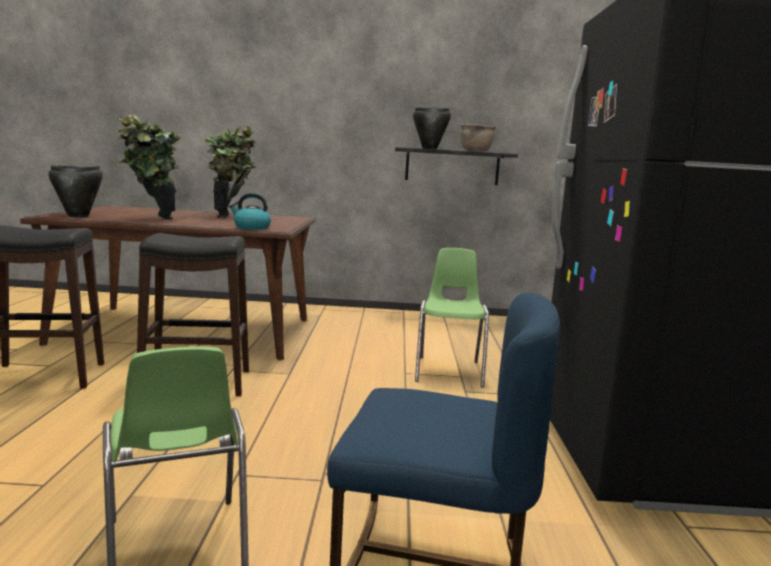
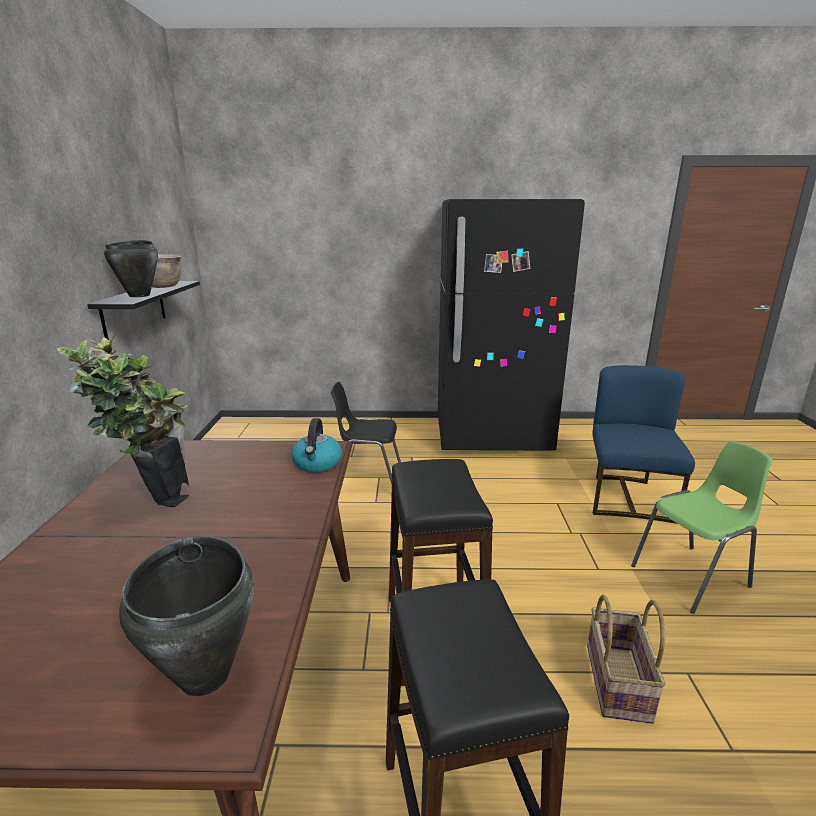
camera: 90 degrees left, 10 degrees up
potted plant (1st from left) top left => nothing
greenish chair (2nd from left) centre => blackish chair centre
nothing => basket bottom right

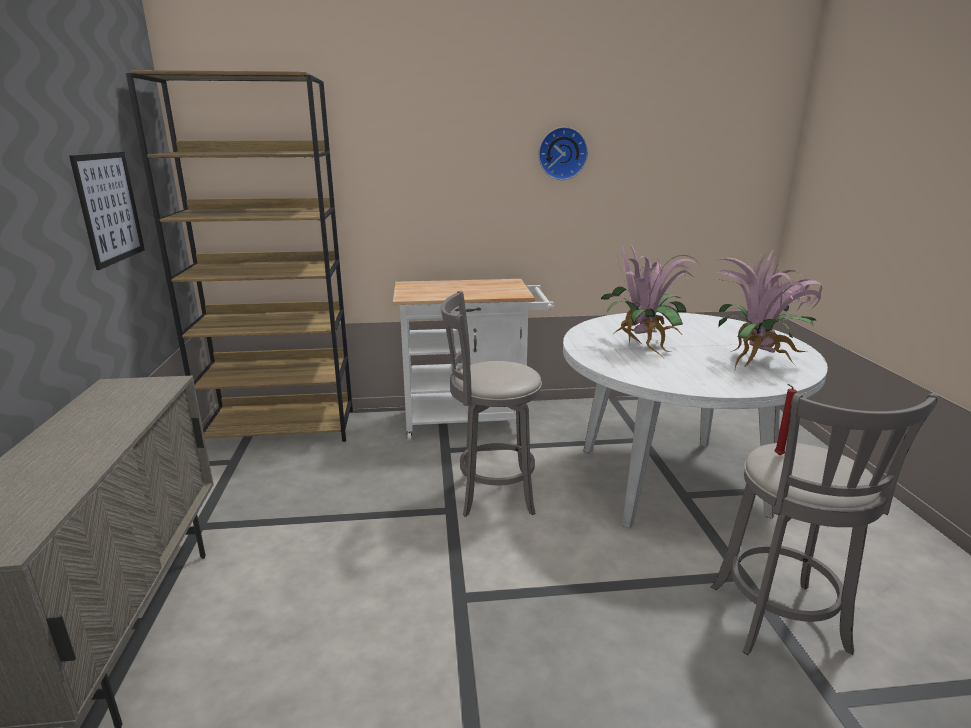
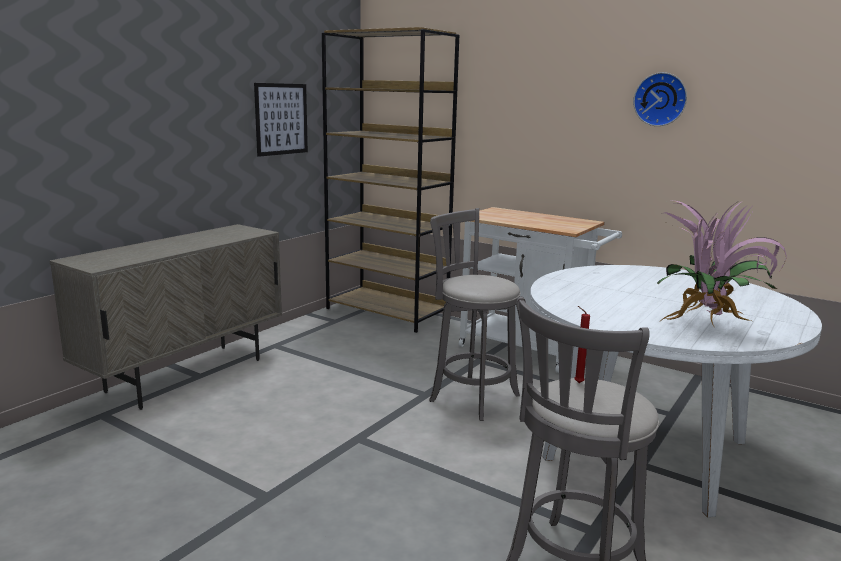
camera: 40 degrees right, 5 degrees down
potted plant (1st from left) middle right => nothing

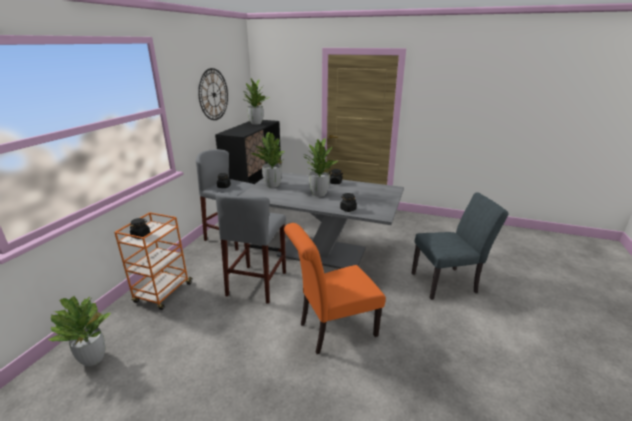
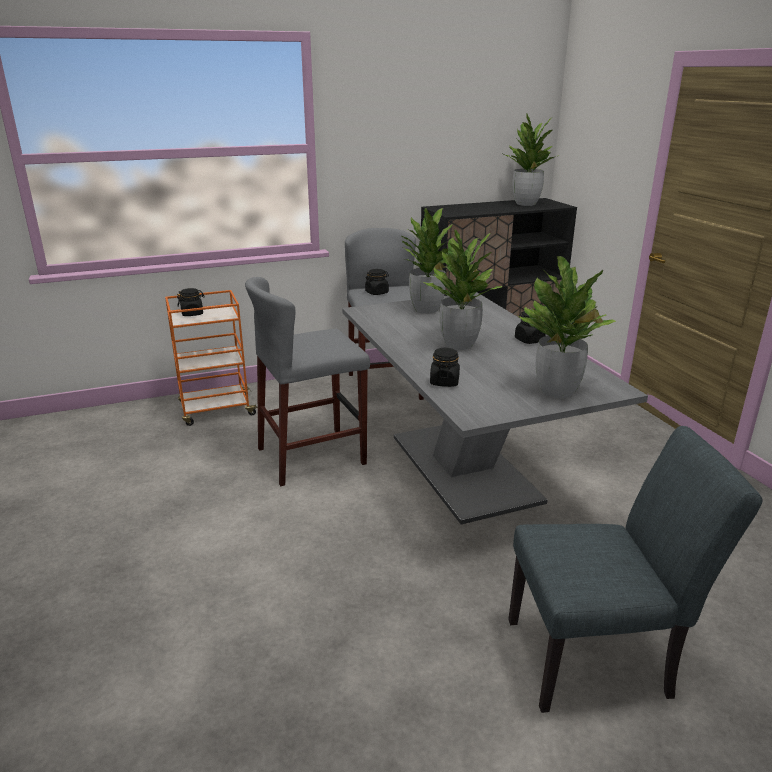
camera: 50 degrees right, 0 degrees up
potted plant (1st from left in the first image) bottom left => potted plant (4th from left) middle right, move
hanging clock top centre => nothing
orange-coloured chair bottom centre => nothing
grey chair middle right => grey chair bottom right, 45 degrees counterclockwise

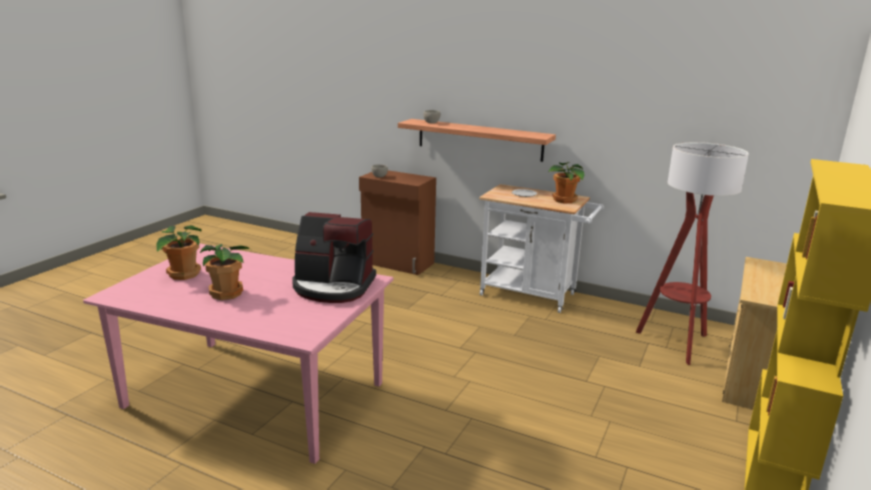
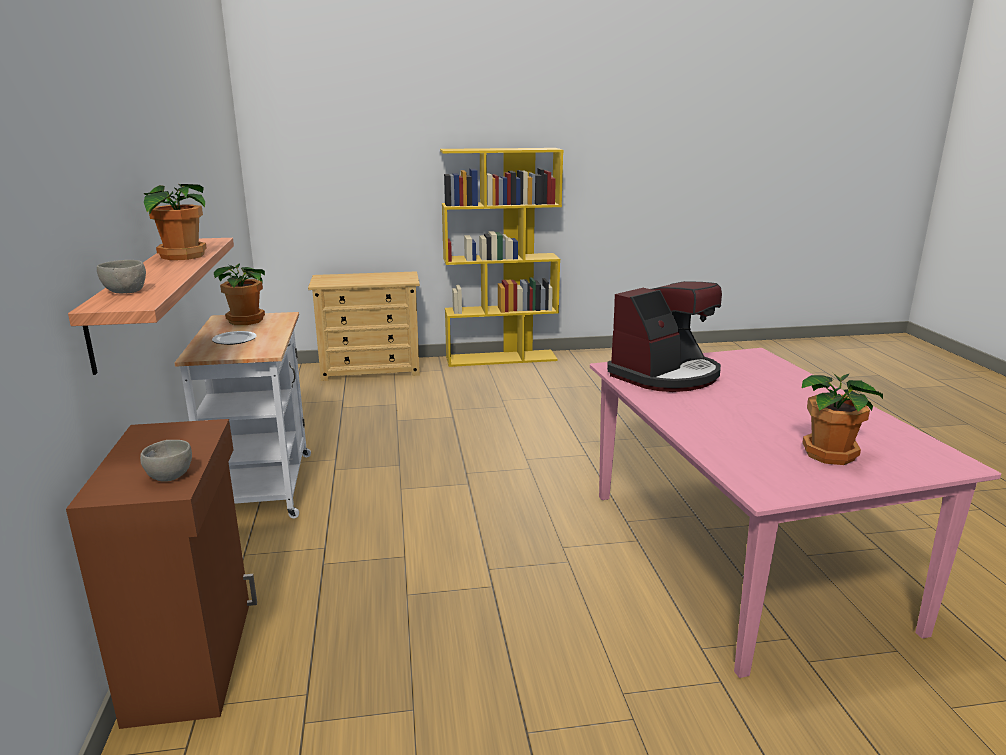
camera: 125 degrees left, 0 degrees up
potted plant (2nd from left in the first image) middle left => potted plant (1st from left) top left, move
coffee maker centre, 75 degrees clockwise
floor lamp middle right => nothing

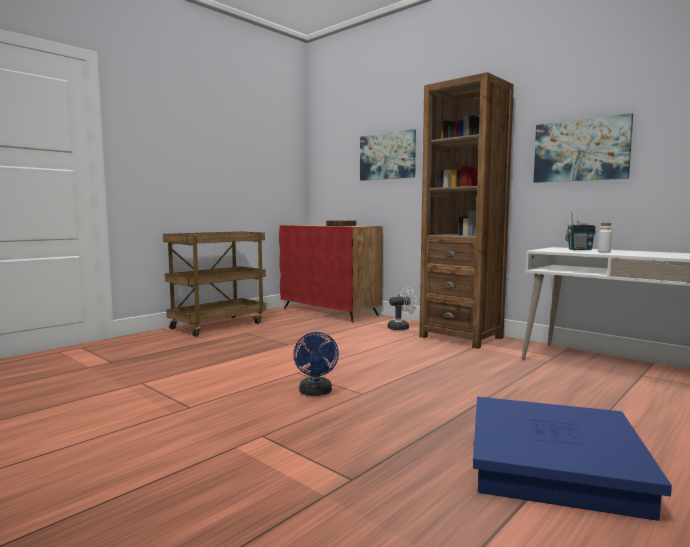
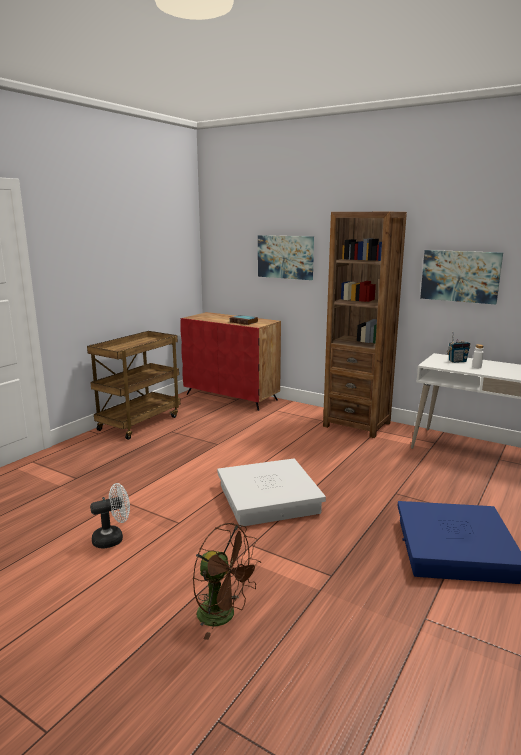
camera: 10 degrees left, 10 degrees up
blue cooling fan centre => white-coloured storage bin centre
white-coloured cooling fan centre => white-coloured cooling fan bottom left, move
nothing => brownish cooling fan bottom centre

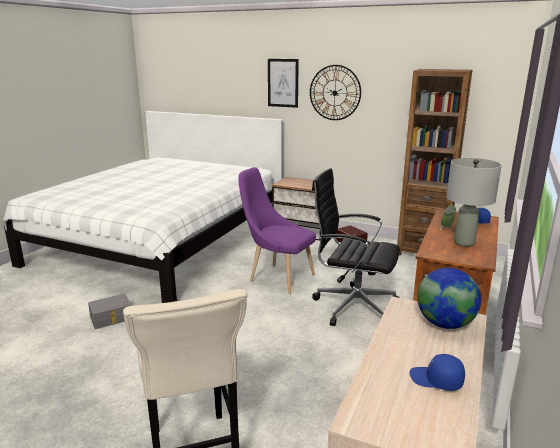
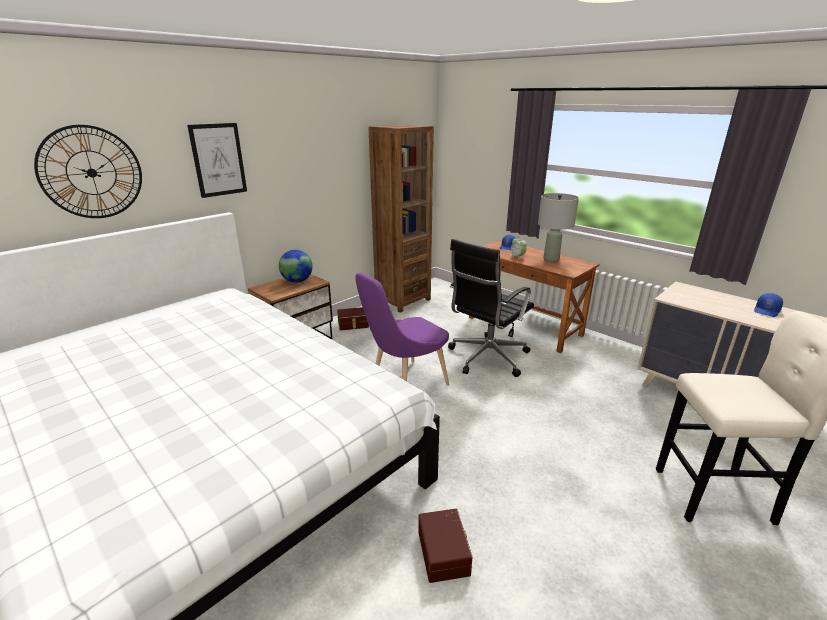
camera: 70 degrees left, 5 degrees up
grey storage bin bottom left => brownish storage bin (2nd from left) bottom centre
hanging clock top centre => hanging clock top left, move
globe middle right => globe centre, move

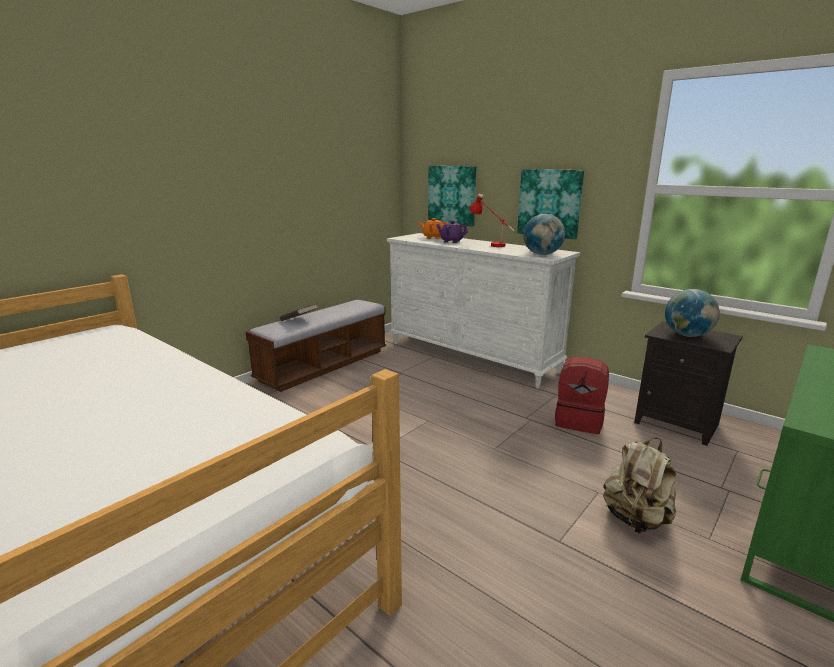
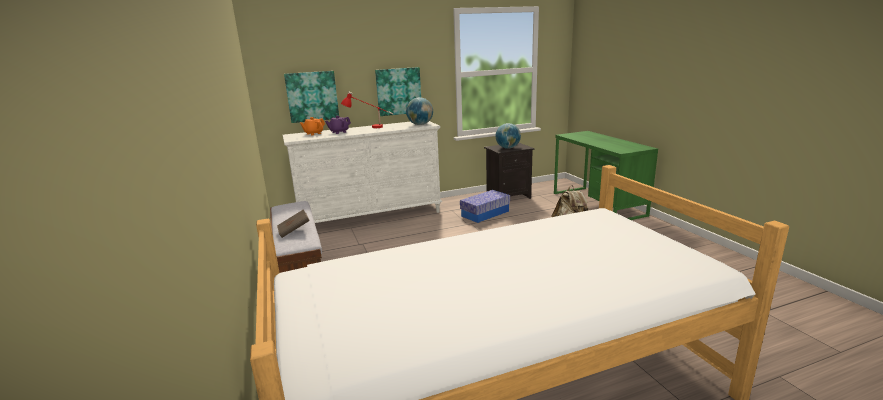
camera: 60 degrees left, 0 degrees up
red knapsack middle right => storage bin centre

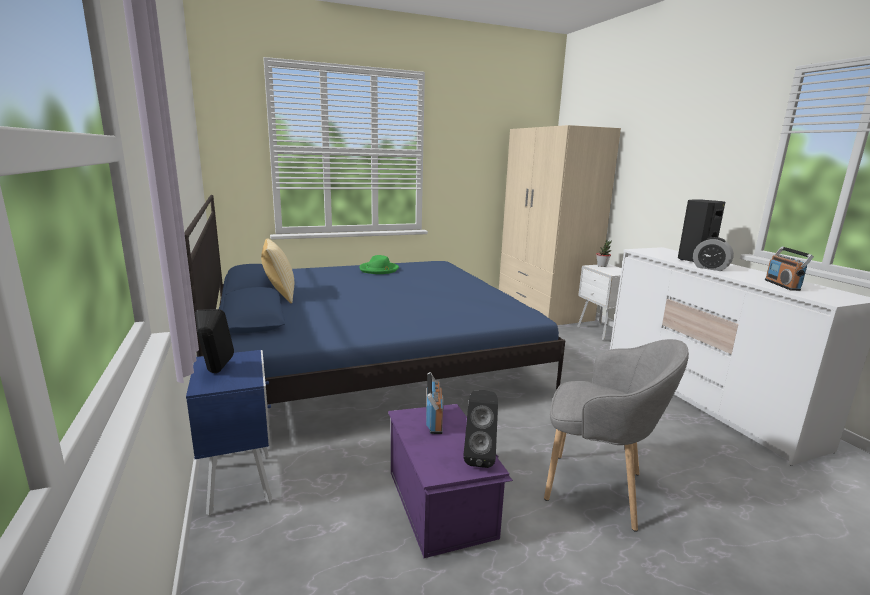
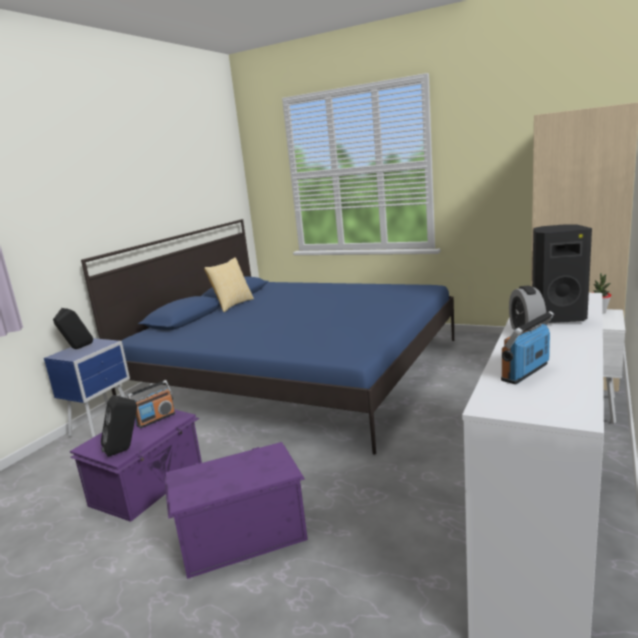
camera: 50 degrees right, 0 degrees up
greenish hat centre => nothing
grey armchair bottom right => purple storage bin (2nd from left) bottom centre

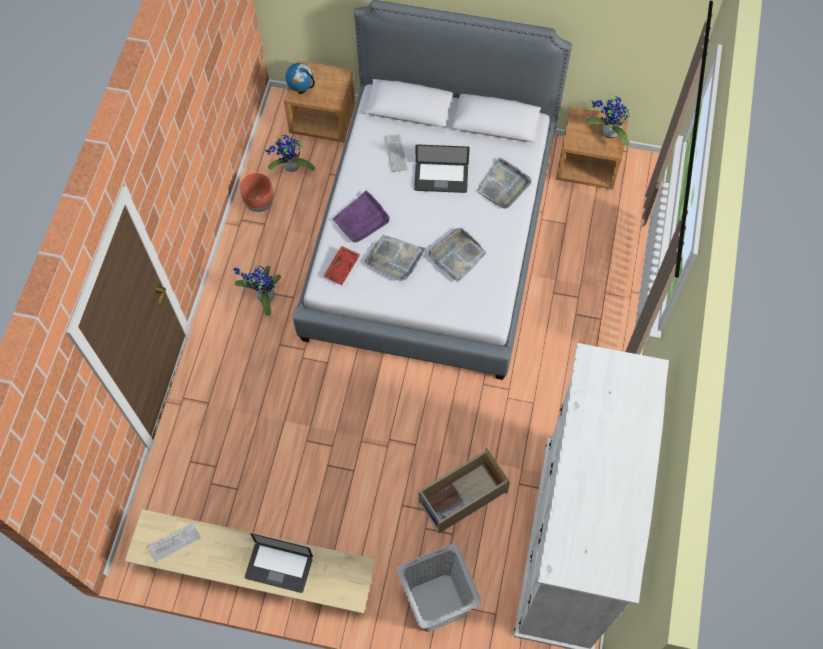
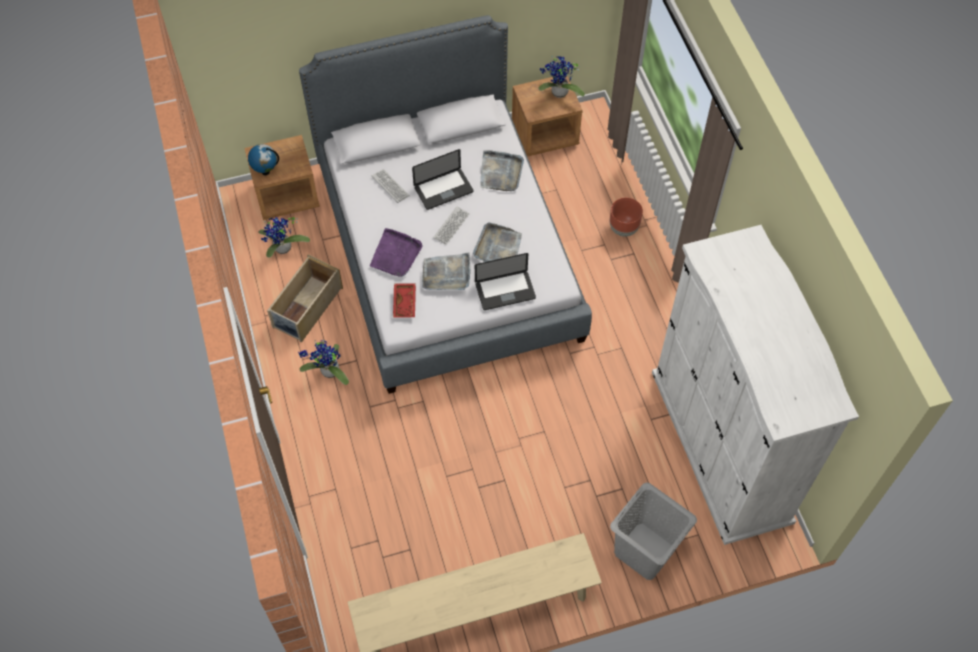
camera: 30 degrees left, 5 degrees down
keyboard (1st from left in the first image) bottom left => keyboard (2nd from left) centre, move
brownish flower pot top left => brownish flower pot top centre, move
portable computer (1st from left in the first image) bottom centre => portable computer (2nd from left) centre, move
beige-coloured storage bin bottom centre => beige-coloured storage bin middle left, move

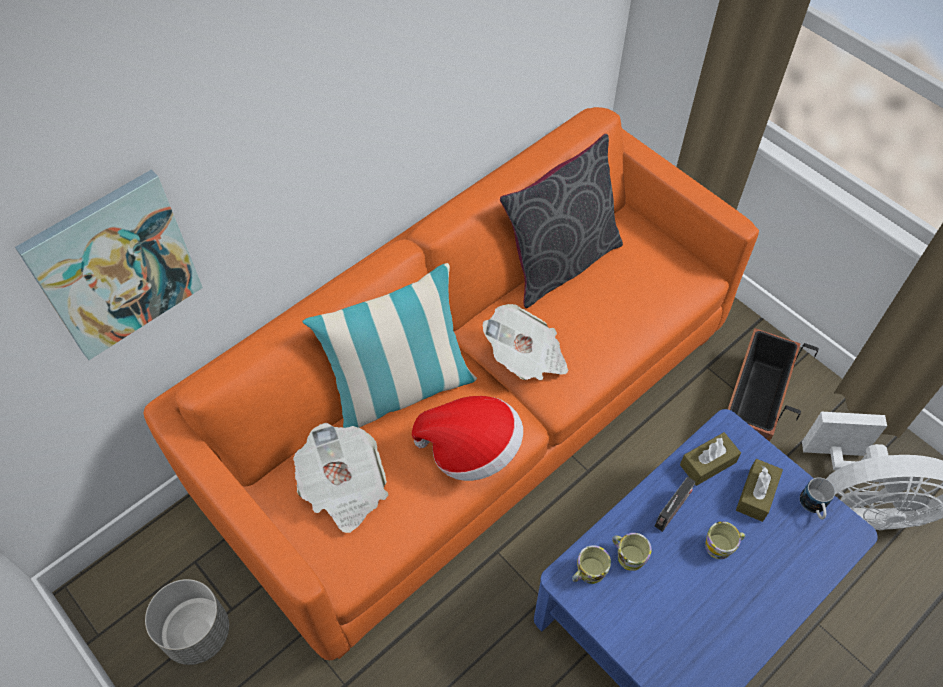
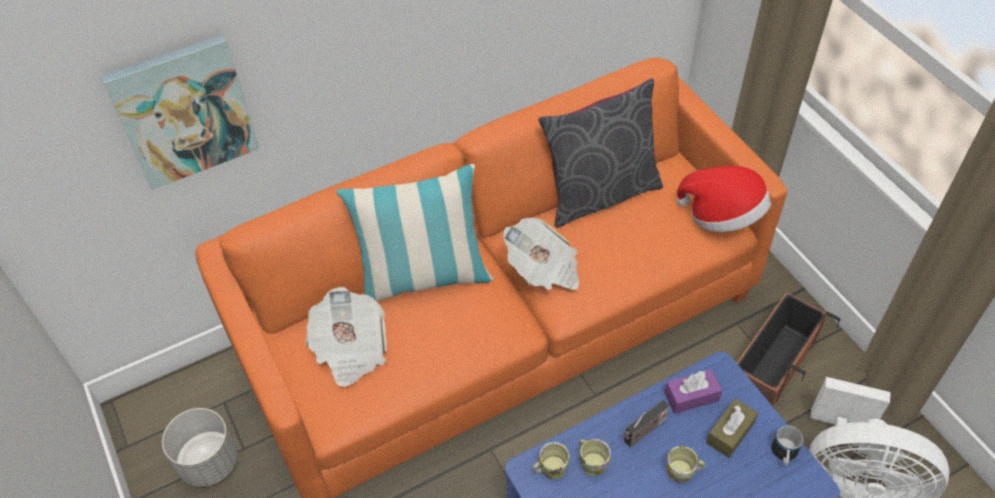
camera: 15 degrees right, 5 degrees down
hat centre => hat middle right, move
brownish tissue holder (1st from left) bottom right => purple tissue holder bottom right

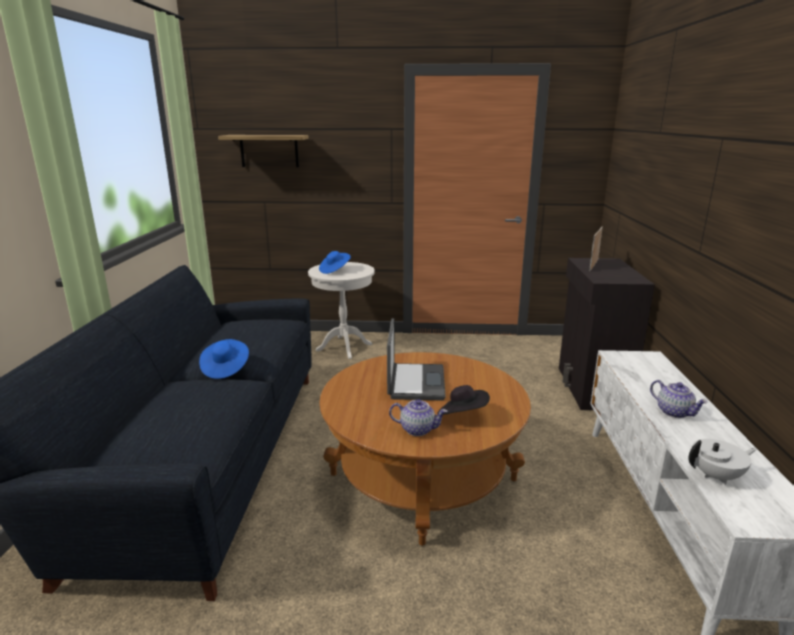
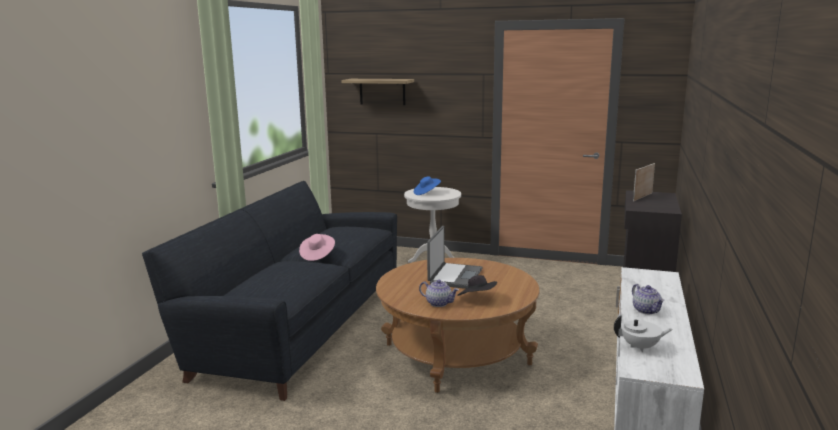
camera: 15 degrees right, 5 degrees down
blue hat (1st from left) middle left => pinkish hat centre

